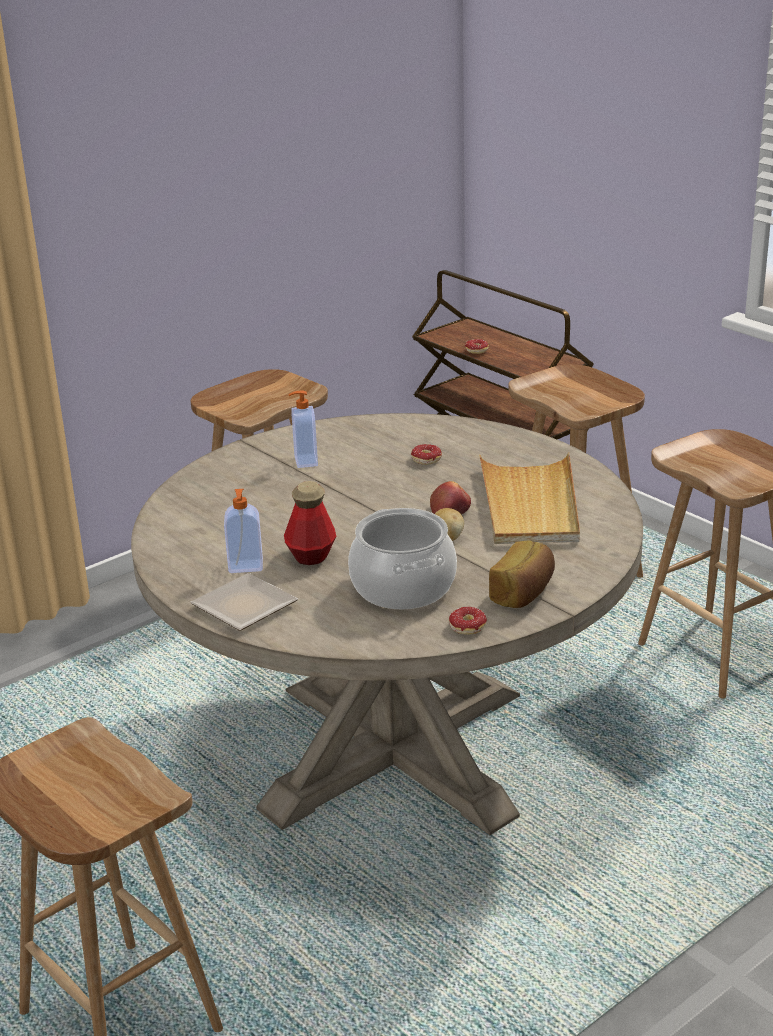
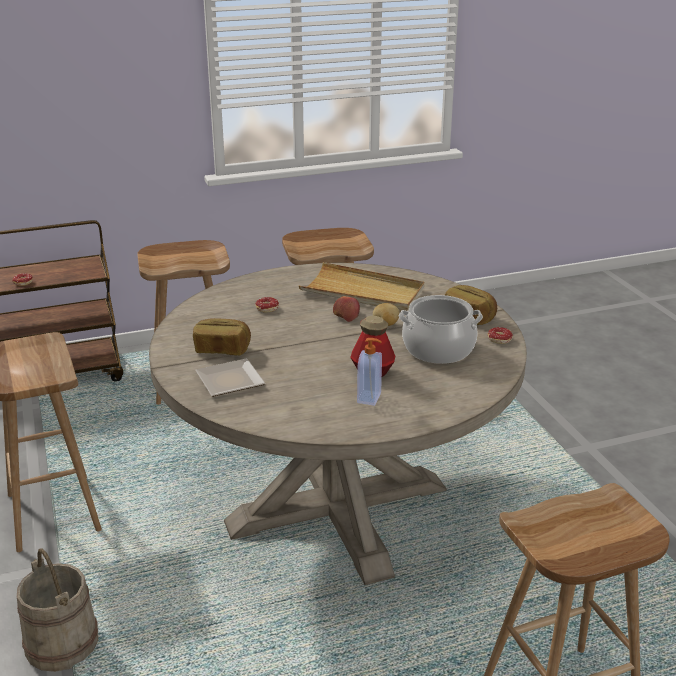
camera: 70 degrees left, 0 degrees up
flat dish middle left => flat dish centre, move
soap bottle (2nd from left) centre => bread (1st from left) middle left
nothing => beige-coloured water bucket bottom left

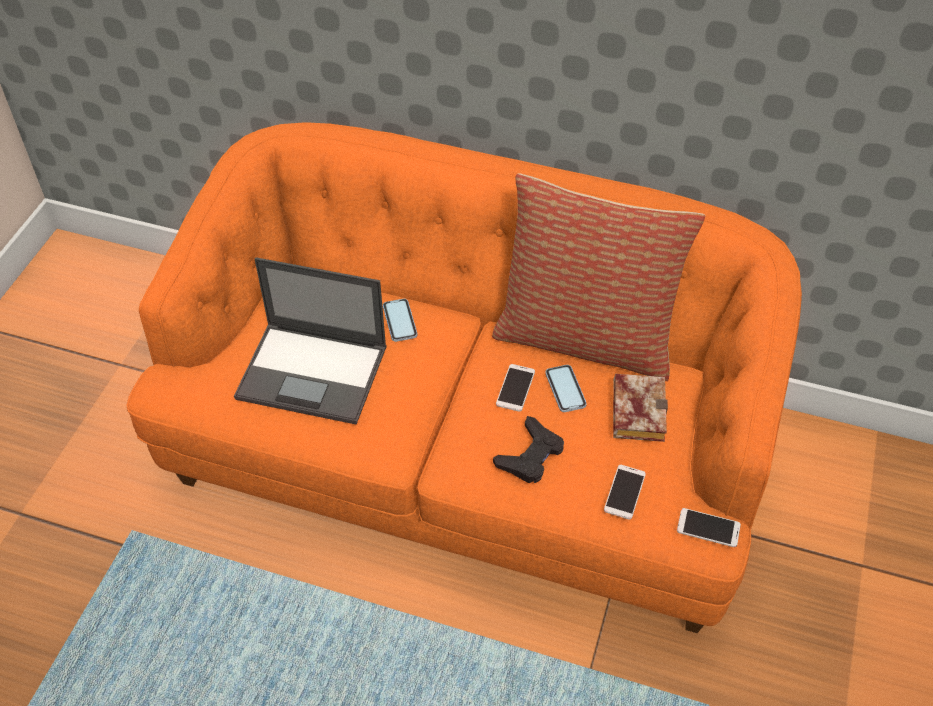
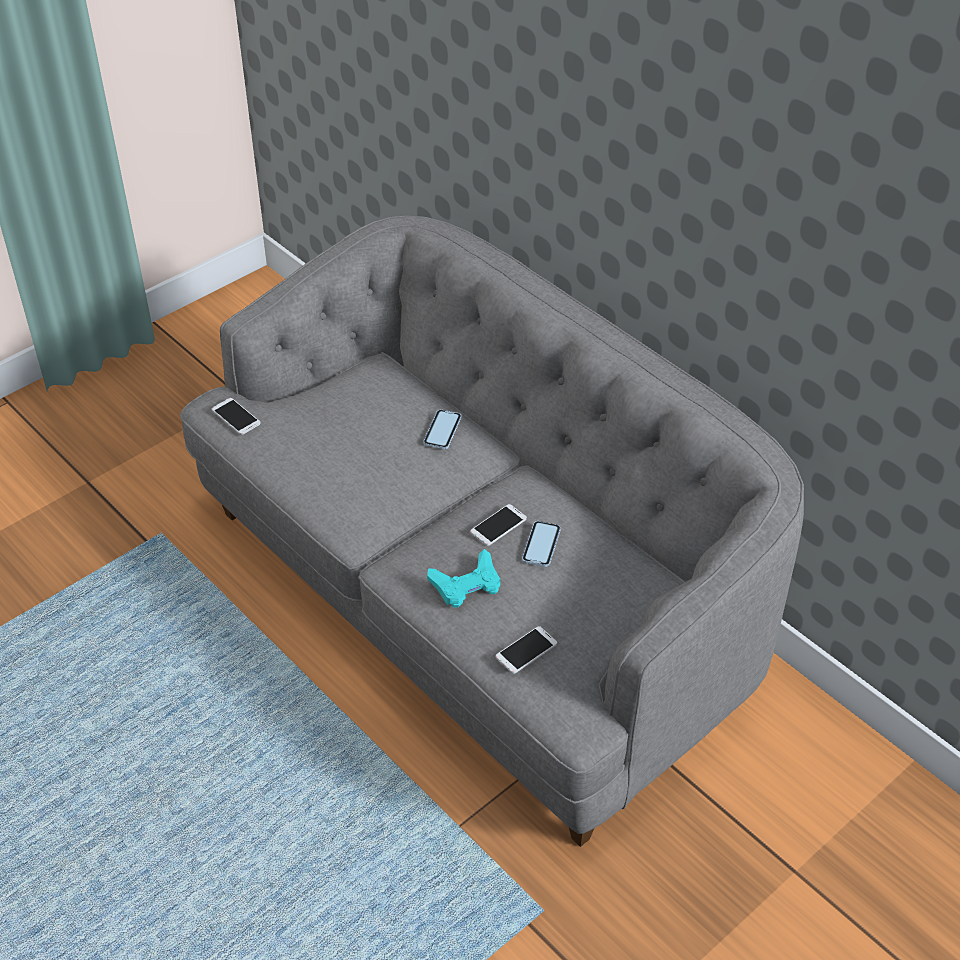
camera: 30 degrees right, 5 degrees down
orange-coloured couch centre => grey couch centre
portable computer middle left => nothing
pillow centre => nothing
blackish gamepad centre => turquoise-coloured gamepad centre
volume middle right => nothing
telephone (5th from left in the first image) bottom right => telephone (1st from left) middle left, move

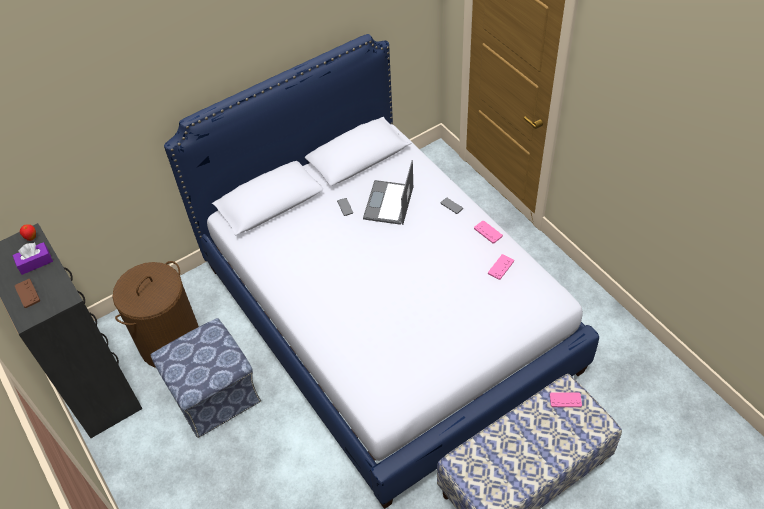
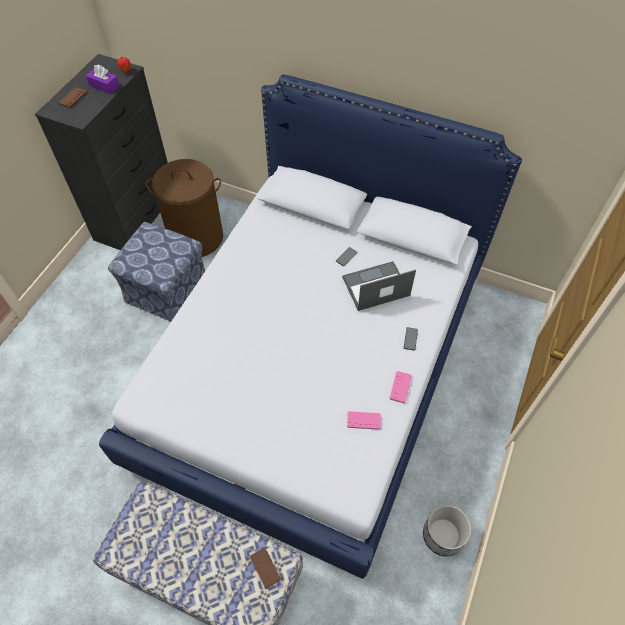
camera: 55 degrees right, 5 degrees up
pinkish gamepad (3rd from left) bottom right => brownish gamepad (2nd from left) bottom centre
nothing => flower pot bottom right

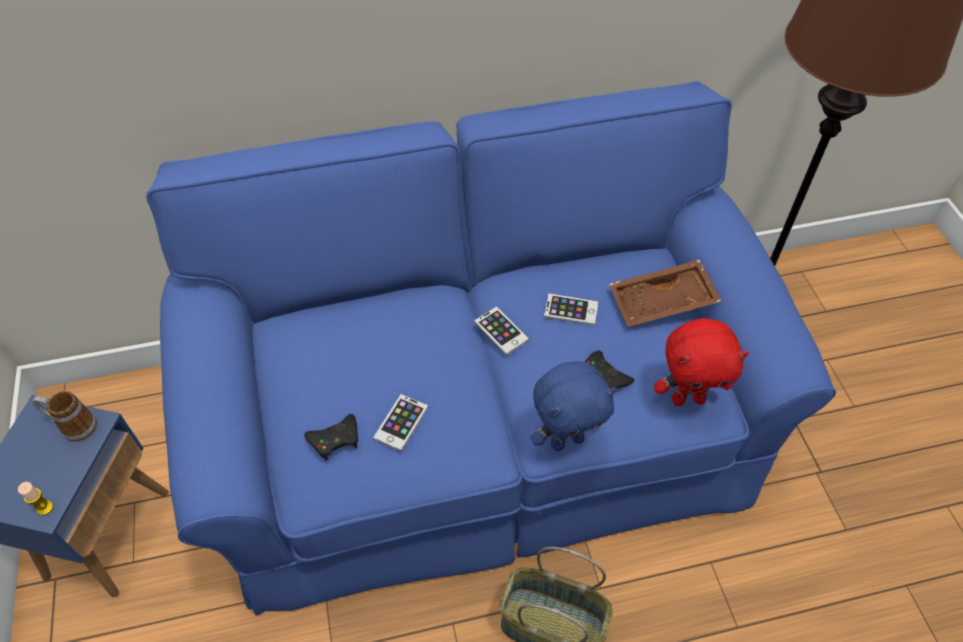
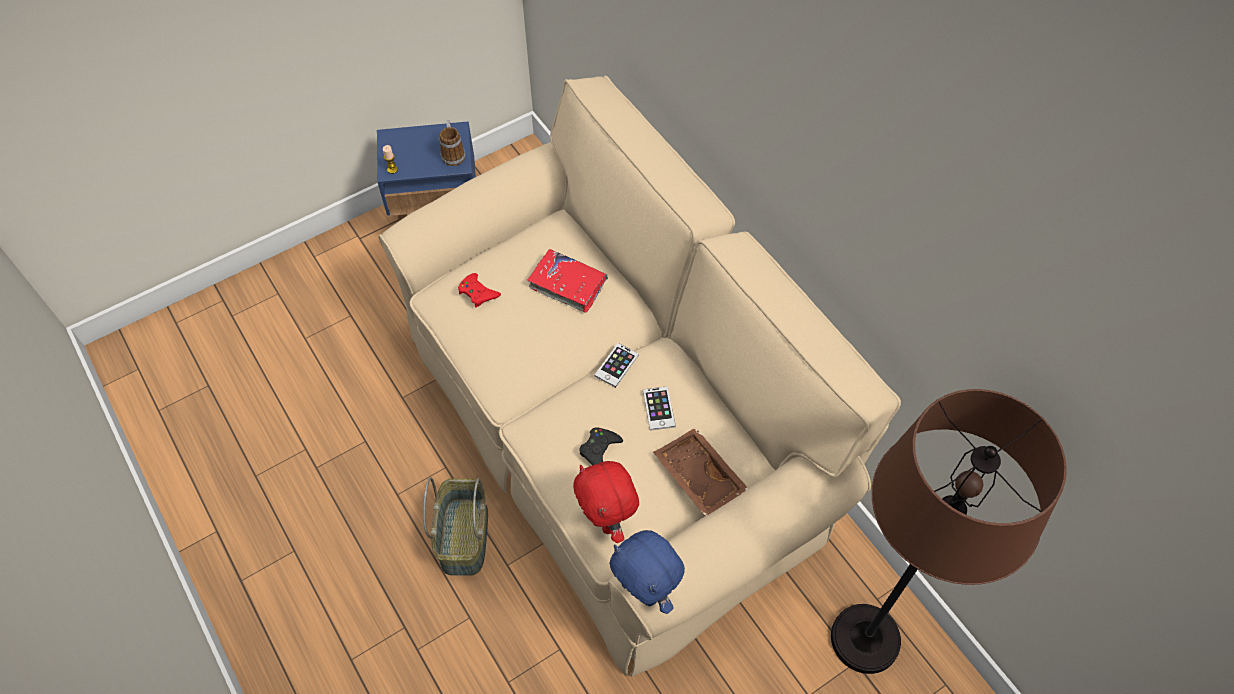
camera: 70 degrees right, 5 degrees up
blue couch centre => beige-coloured couch centre
blackish gamepad (1st from left) bottom centre => red gamepad centre
telephone (1st from left) centre => nothing
blue soft toy centre => blue soft toy bottom centre, move
nothing => red volume centre

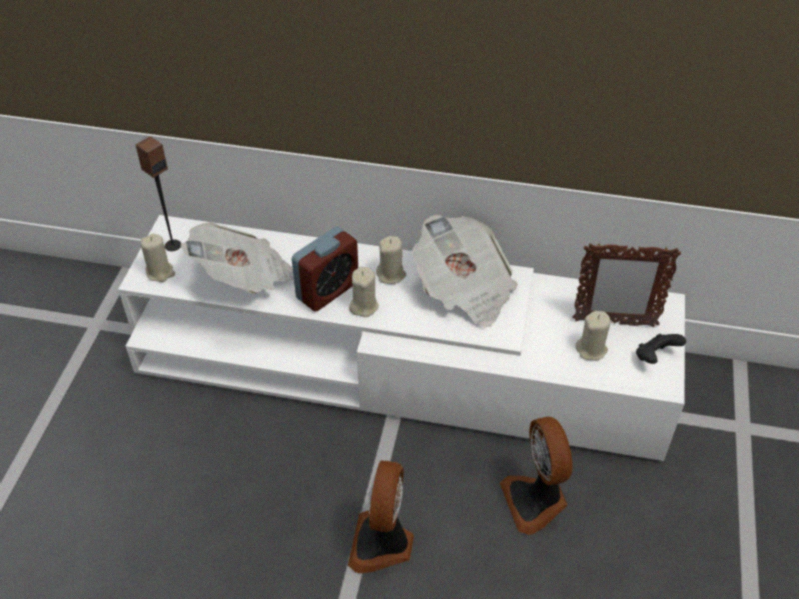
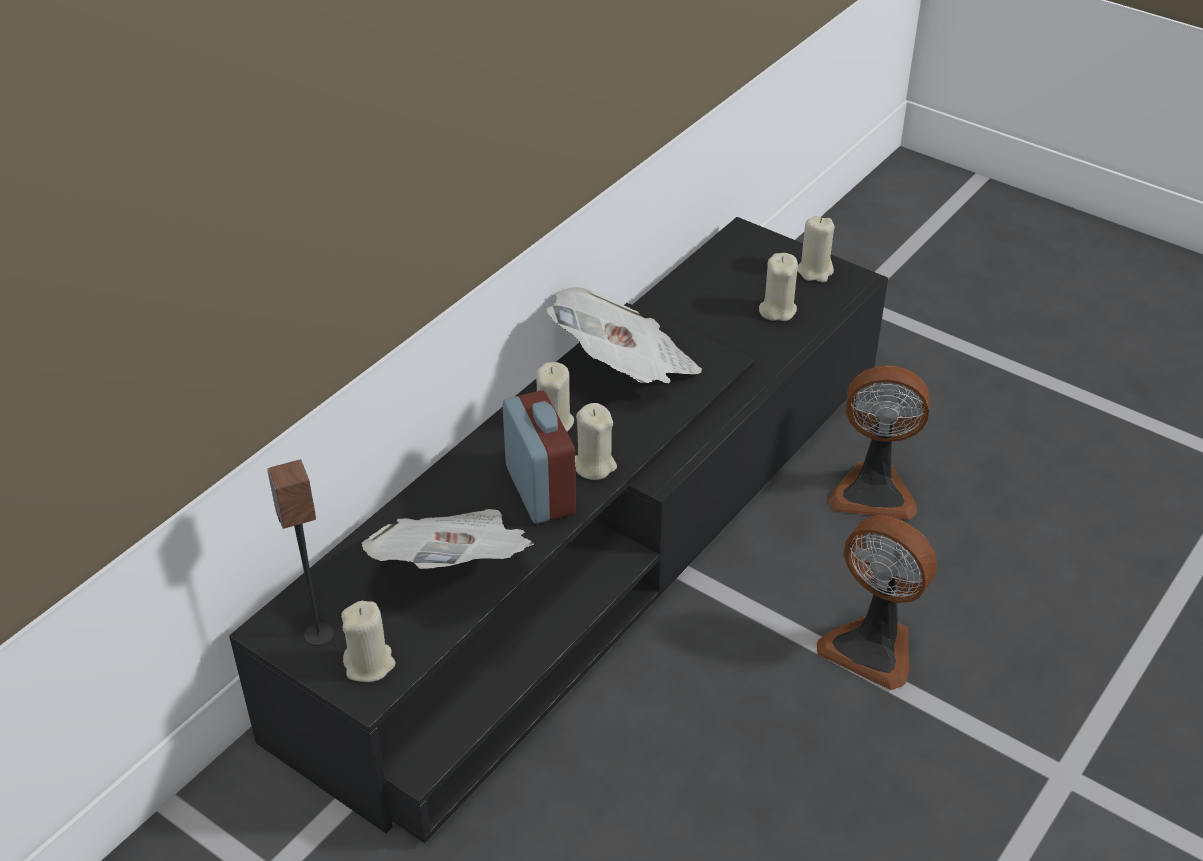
camera: 65 degrees left, 5 degrees down
white-coloured tv stand centre => blackish tv stand centre
picture frame middle right => nothing
blackish gamepad middle right => beige-coloured candle (5th from left) top right

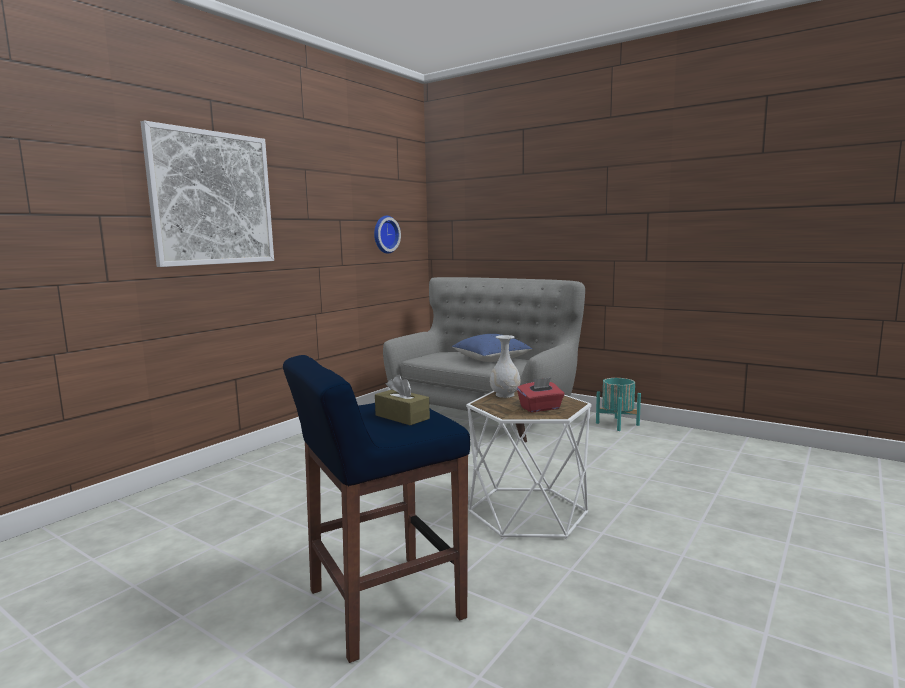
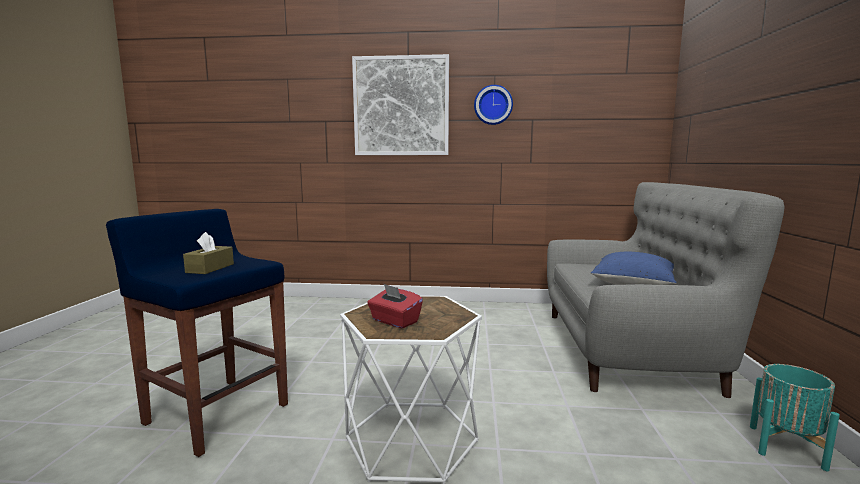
camera: 60 degrees right, 0 degrees up
hanging clock centre => hanging clock top centre, move
white-coloured flower vase centre => nothing

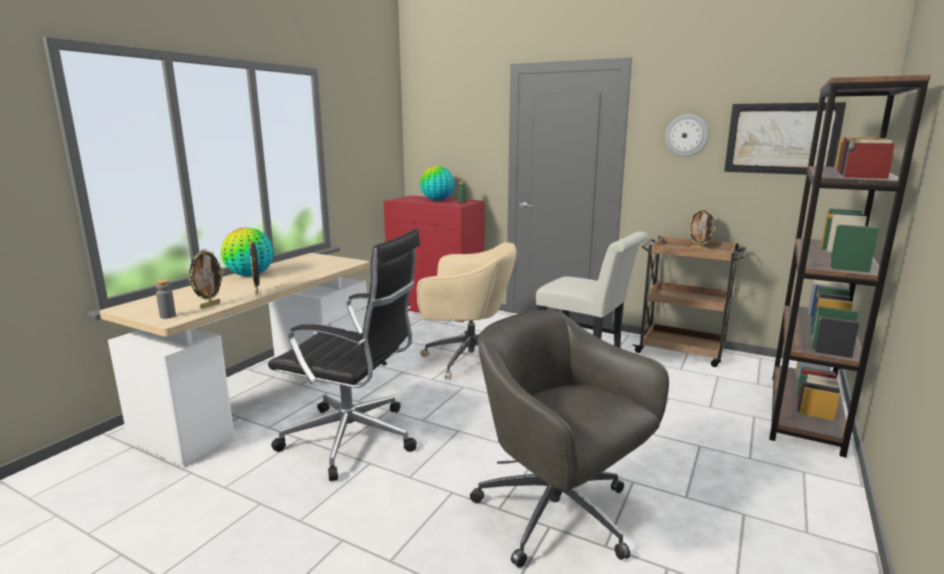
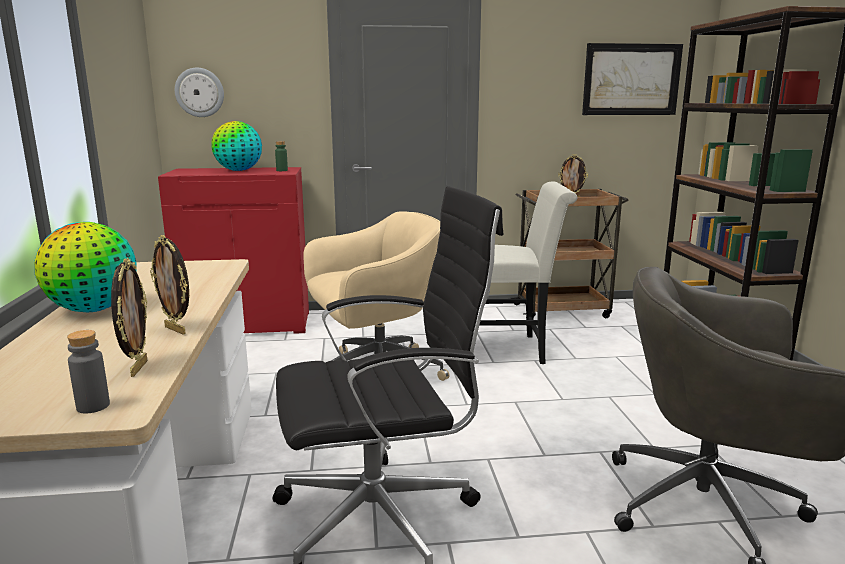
camera: 35 degrees left, 0 degrees up
hanging clock top right => hanging clock top left, move

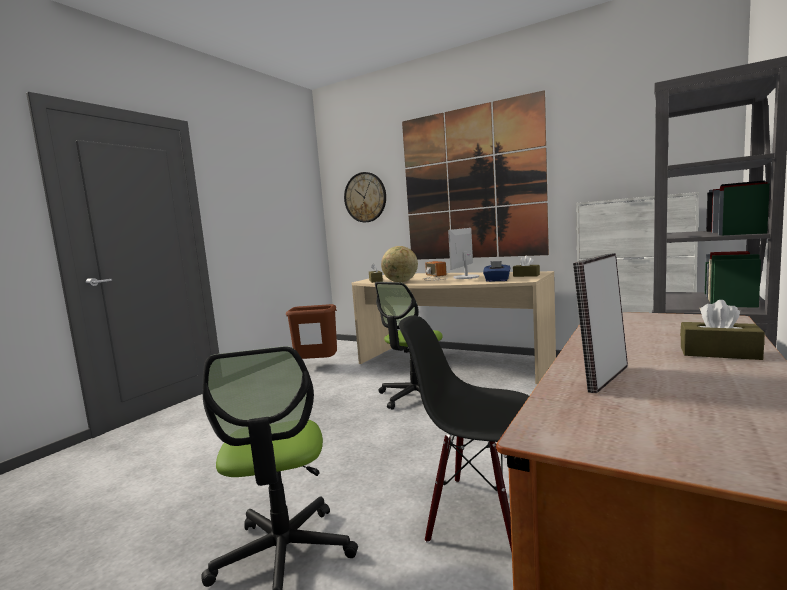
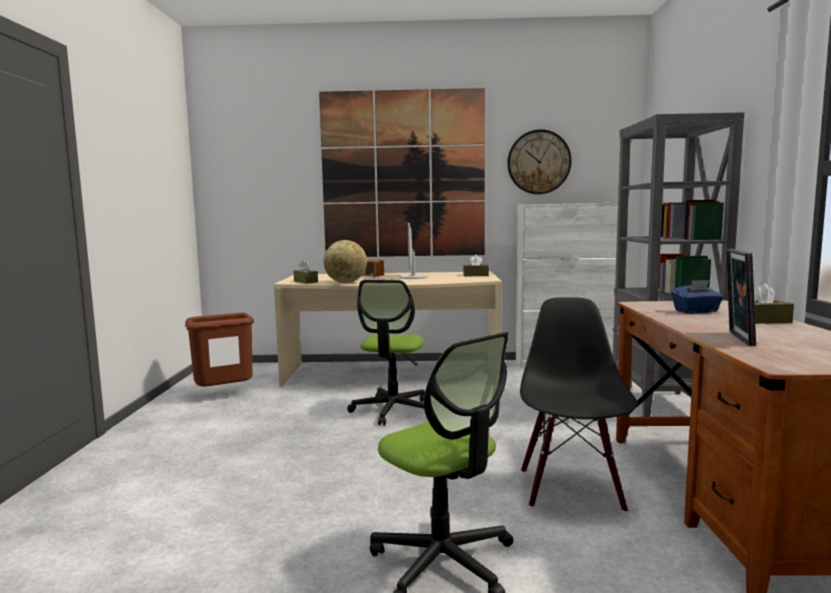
camera: 30 degrees left, 0 degrees up
hanging clock centre => hanging clock top centre, move
blackish chair bottom centre => blackish chair bottom right, 105 degrees clockwise
blue tissue holder centre => blue tissue holder middle right, move

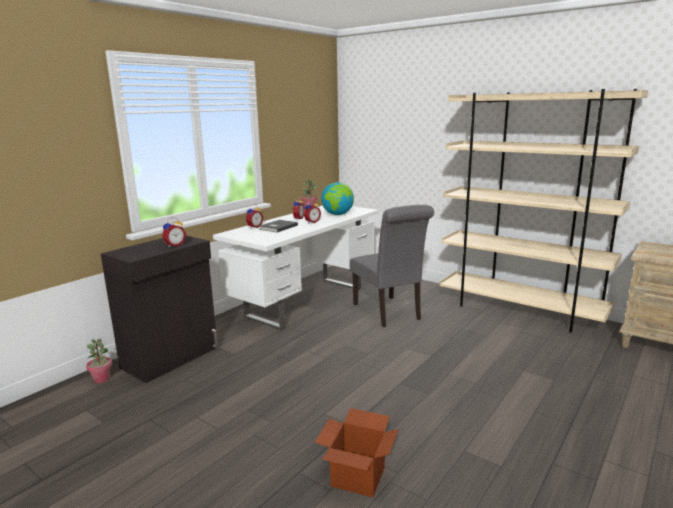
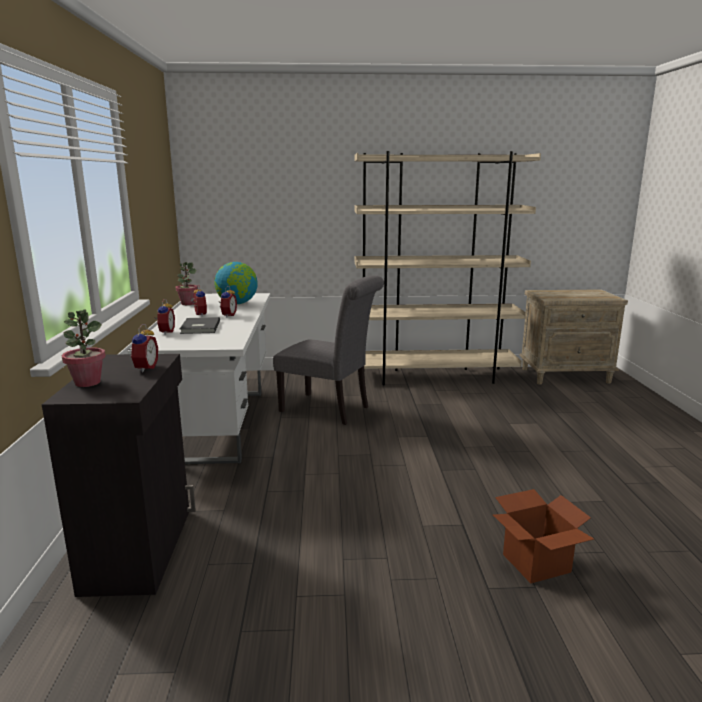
camera: 40 degrees left, 0 degrees up
potted plant (1st from left) bottom left => potted plant (1st from left) middle left, move

